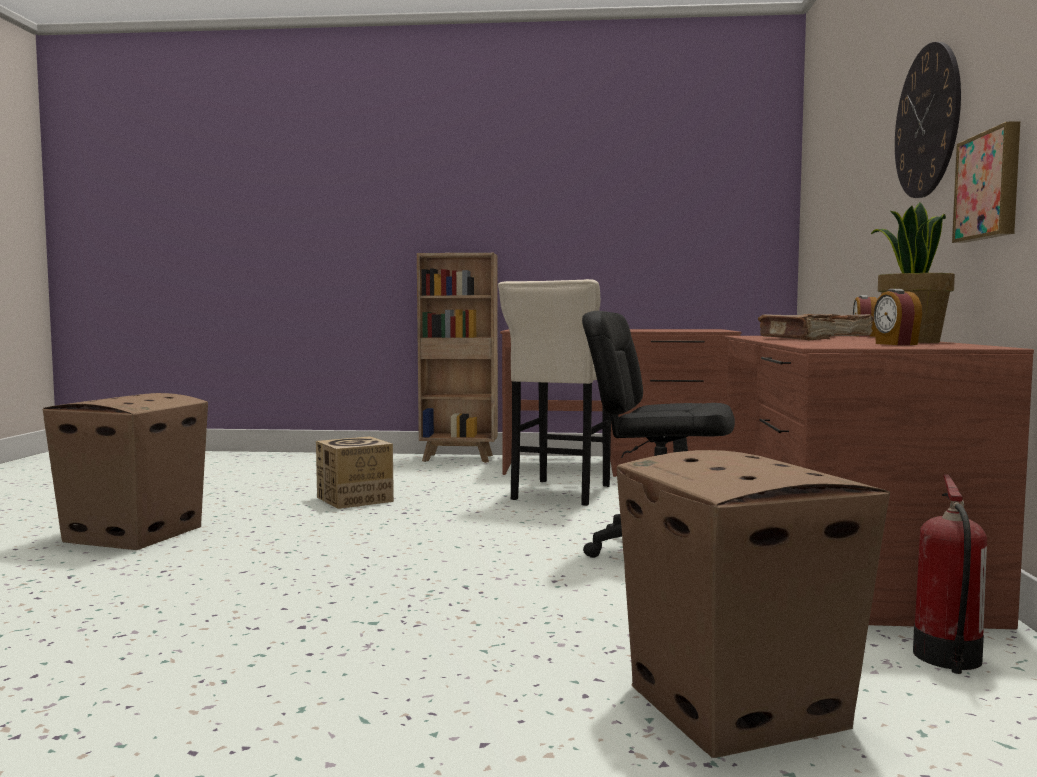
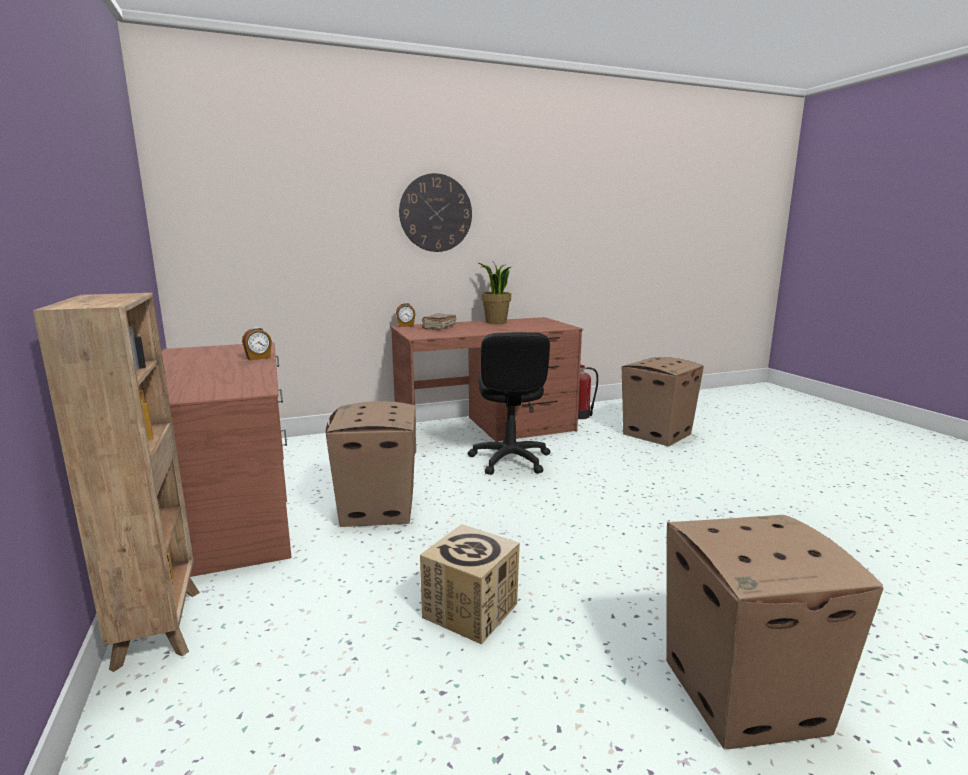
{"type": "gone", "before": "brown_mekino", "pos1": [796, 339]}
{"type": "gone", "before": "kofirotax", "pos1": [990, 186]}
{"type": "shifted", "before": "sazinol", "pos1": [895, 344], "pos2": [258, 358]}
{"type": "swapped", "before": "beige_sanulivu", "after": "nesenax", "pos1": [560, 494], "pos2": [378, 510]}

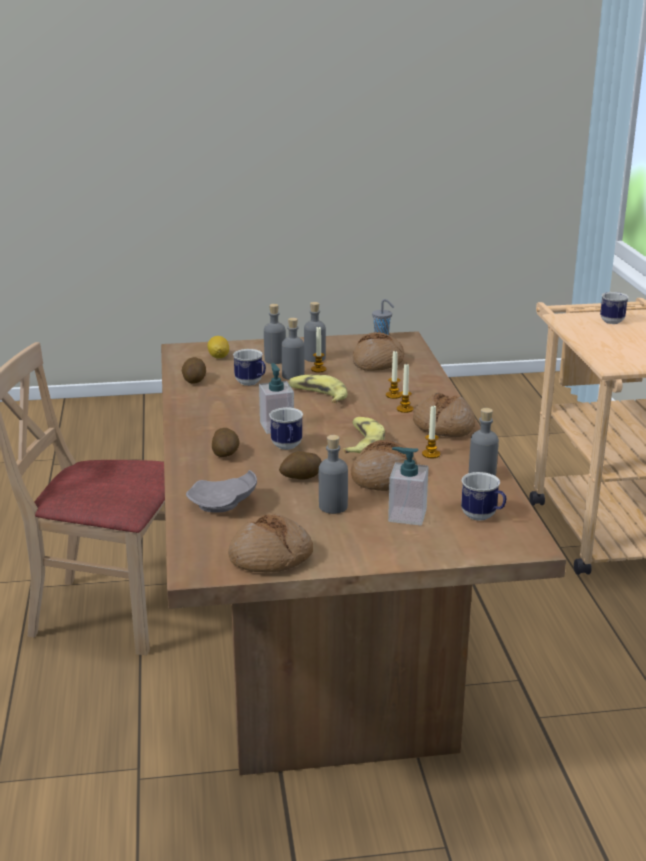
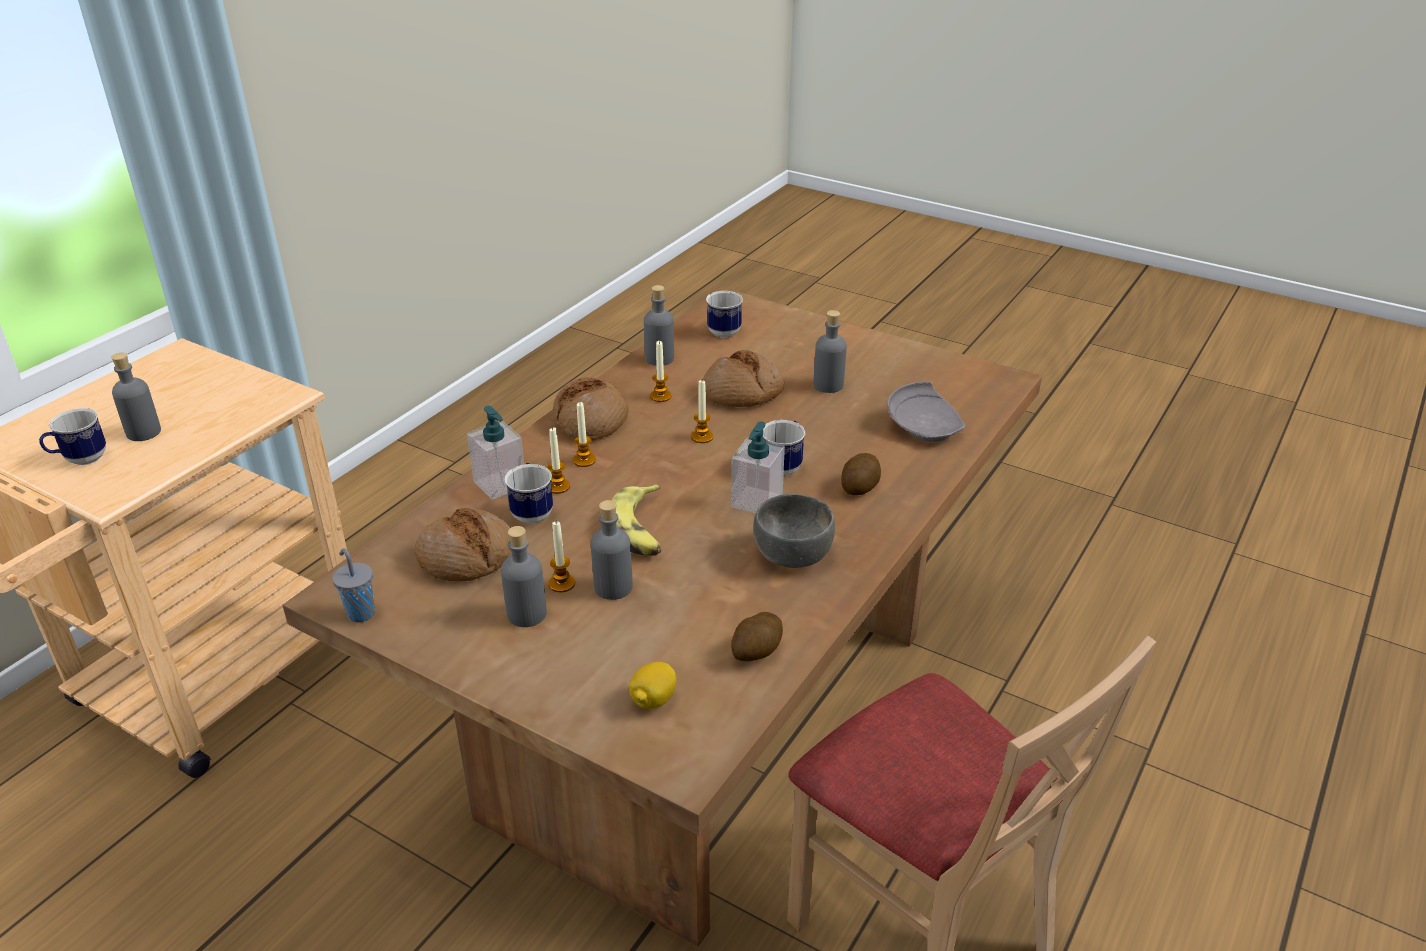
{"type": "gone", "before": "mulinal", "pos1": [271, 557]}
{"type": "gone", "before": "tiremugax", "pos1": [301, 478]}
{"type": "new", "after": "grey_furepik", "pos2": [793, 554]}
{"type": "shifted", "before": "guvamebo", "pos1": [251, 383], "pos2": [532, 511]}
{"type": "shifted", "before": "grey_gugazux", "pos1": [275, 360], "pos2": [144, 432]}
{"type": "shifted", "before": "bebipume", "pos1": [407, 515], "pos2": [500, 484]}
{"type": "swapped", "before": "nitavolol", "after": "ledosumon", "pos1": [362, 443], "pos2": [702, 437]}

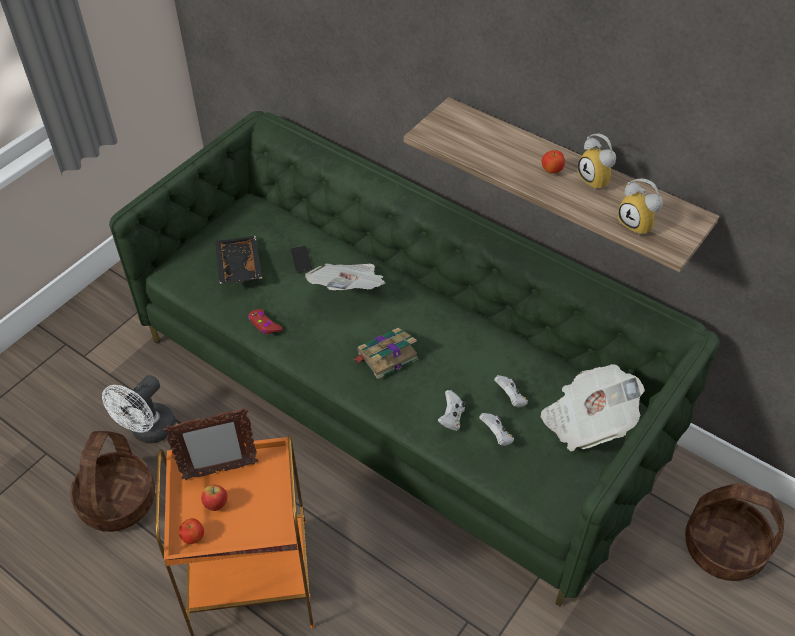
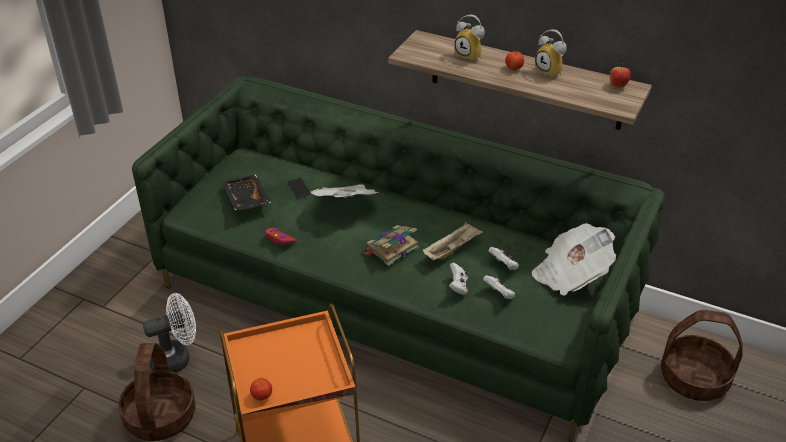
{"type": "gone", "before": "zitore", "pos1": [220, 471]}
{"type": "new", "after": "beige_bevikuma", "pos2": [452, 250]}
{"type": "shifted", "before": "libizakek", "pos1": [216, 505], "pos2": [618, 86]}
{"type": "shifted", "before": "sazinol", "pos1": [639, 224], "pos2": [471, 55]}
{"type": "rotated", "before": "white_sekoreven", "pos1": [148, 431], "pos2": [177, 358], "turn": -135}

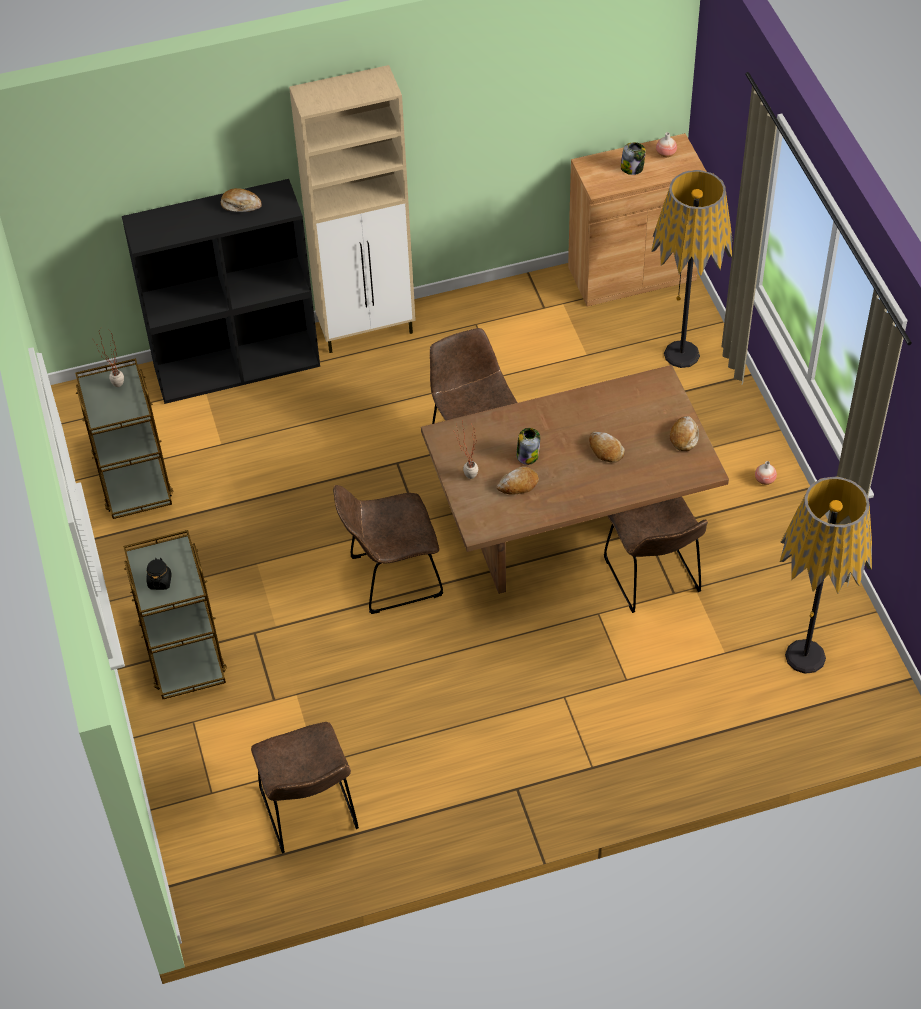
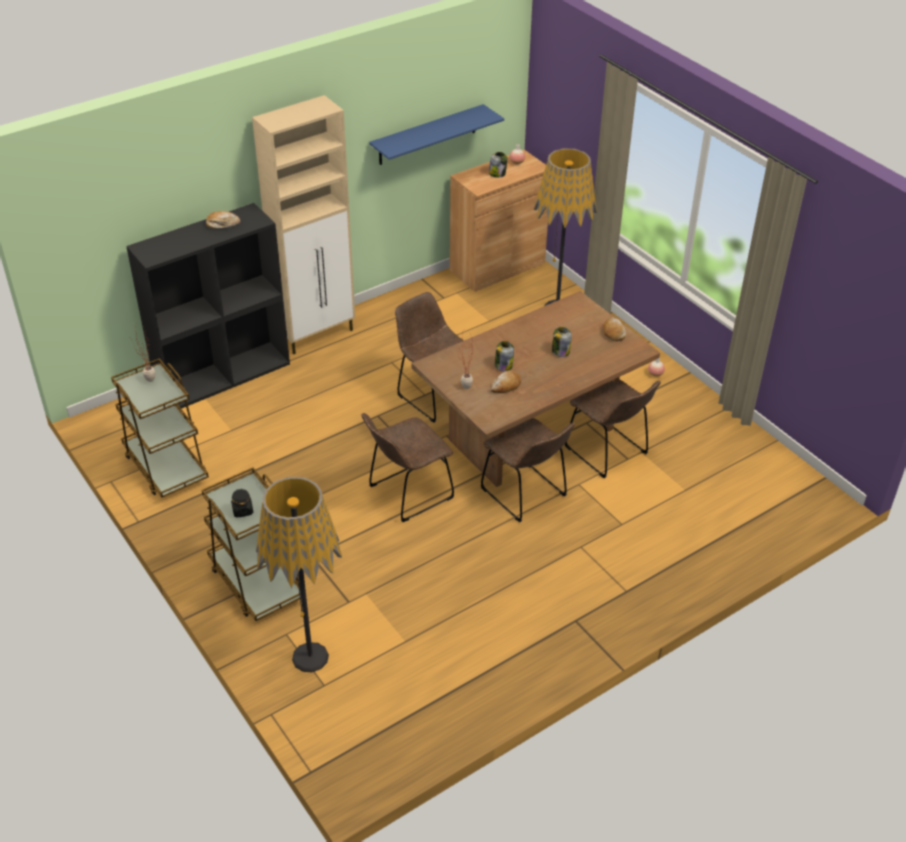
{"type": "new", "after": "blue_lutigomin", "pos2": [427, 135]}
{"type": "shifted", "before": "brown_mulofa", "pos1": [310, 813], "pos2": [526, 495]}
{"type": "shifted", "before": "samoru", "pos1": [805, 656], "pos2": [310, 657]}
{"type": "swapped", "before": "mulinal", "after": "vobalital", "pos1": [605, 450], "pos2": [560, 351]}

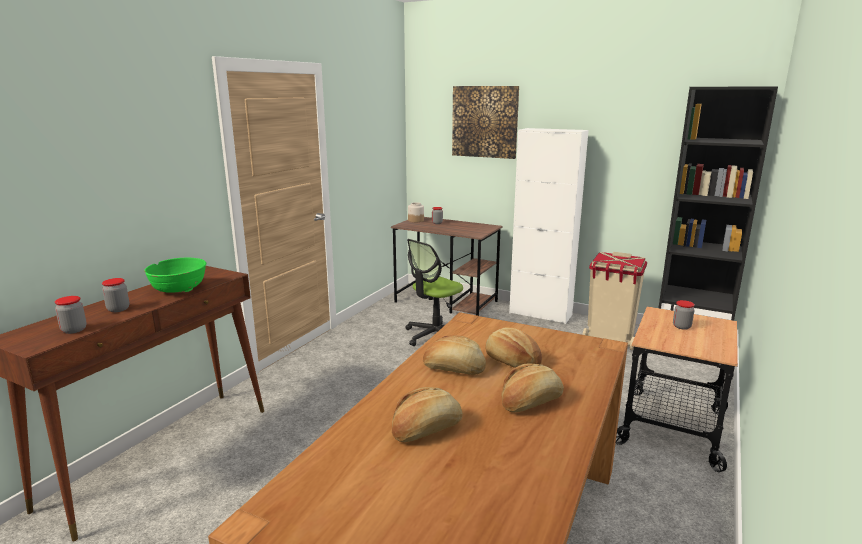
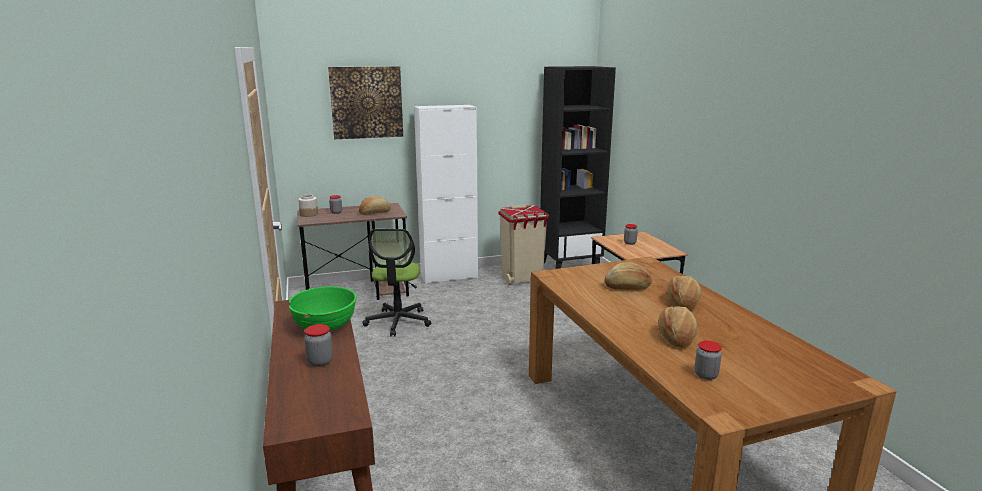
{"type": "shifted", "before": "vobalital", "pos1": [74, 330], "pos2": [706, 375]}
{"type": "shifted", "before": "mulinal", "pos1": [454, 369], "pos2": [375, 213]}

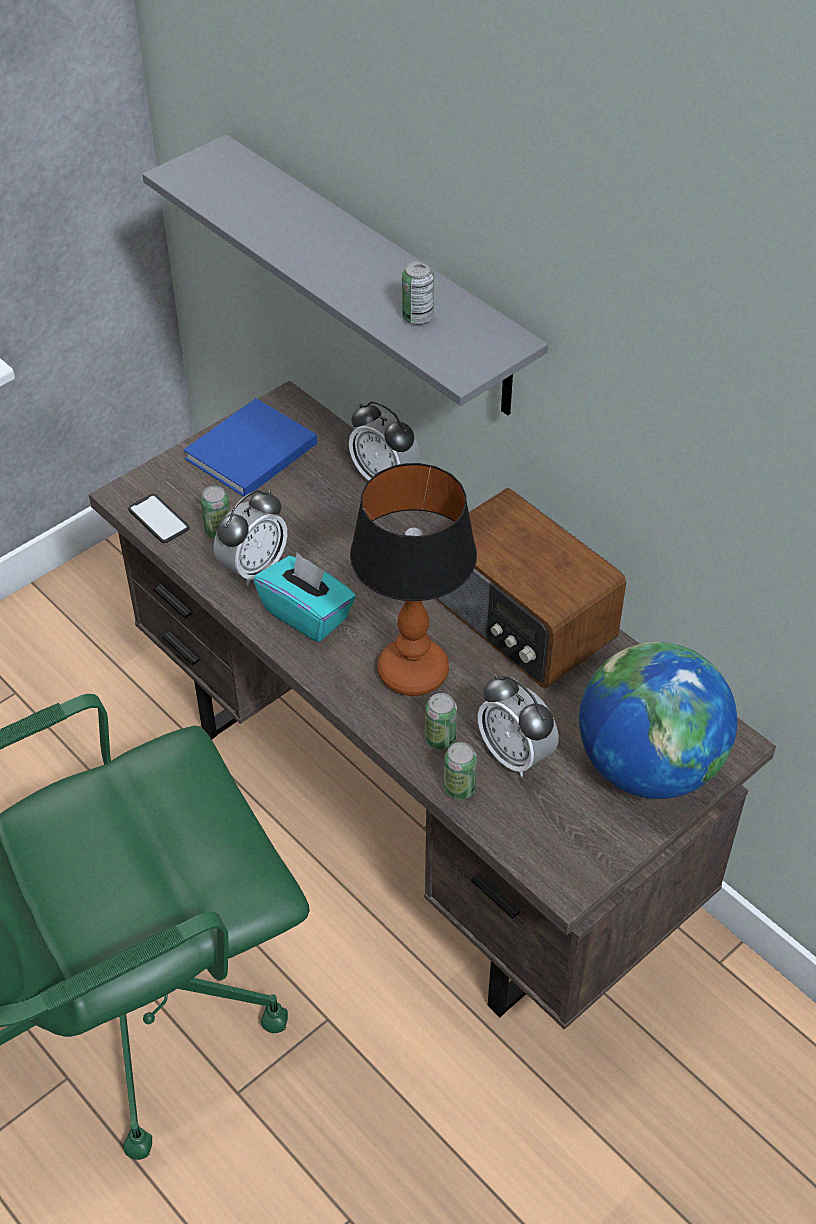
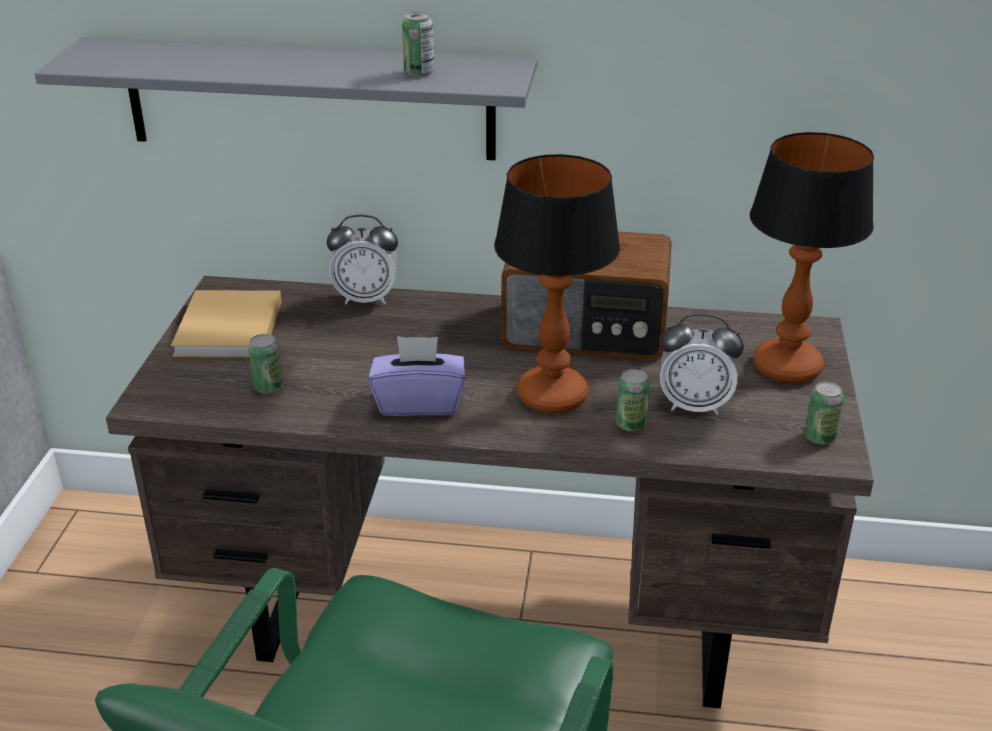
{"type": "gone", "before": "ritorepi", "pos1": [158, 519]}
{"type": "gone", "before": "sazinol", "pos1": [253, 568]}
{"type": "shifted", "before": "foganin", "pos1": [459, 788], "pos2": [819, 437]}
{"type": "swapped", "before": "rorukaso", "after": "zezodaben", "pos1": [648, 766], "pos2": [785, 366]}
{"type": "repainted", "before": "blue_mekino", "after": "beige_mekino", "pos1": [248, 453], "pos2": [228, 330]}
{"type": "repainted", "before": "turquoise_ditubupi", "after": "purple_ditubupi", "pos1": [307, 614], "pos2": [419, 402]}

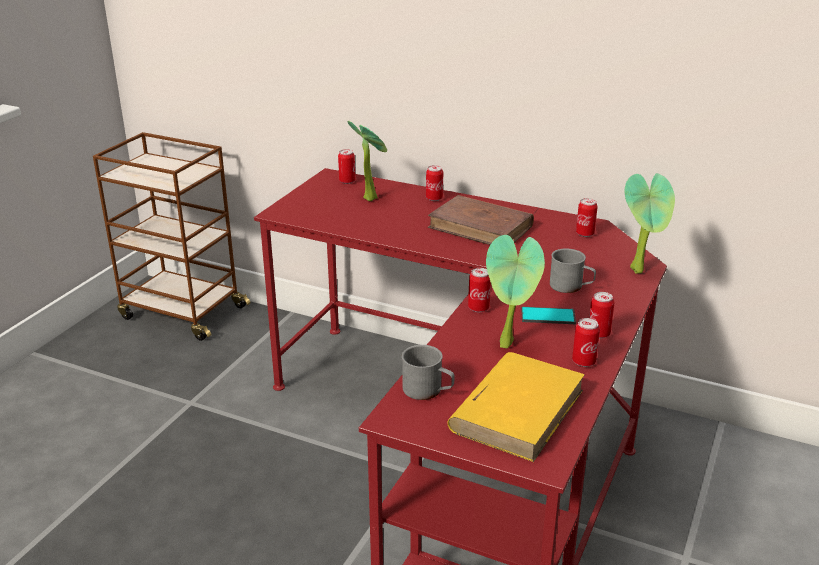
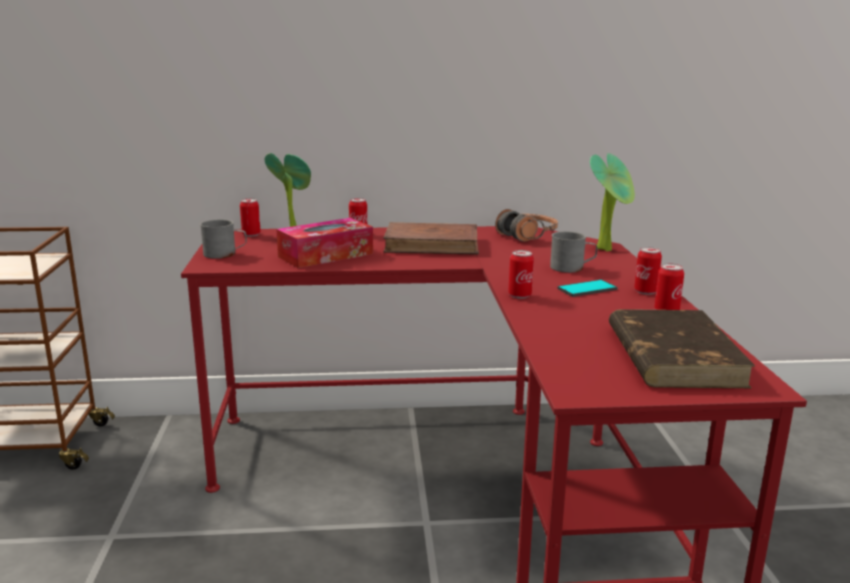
{"type": "gone", "before": "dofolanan", "pos1": [509, 345]}
{"type": "new", "after": "ditubupi", "pos2": [326, 255]}
{"type": "shifted", "before": "grey_guvamebo", "pos1": [428, 390], "pos2": [225, 254]}
{"type": "swapped", "before": "foganin", "after": "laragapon", "pos1": [585, 234], "pos2": [527, 235]}
{"type": "repainted", "before": "yellow_mekino", "after": "brown_mekino", "pos1": [518, 409], "pos2": [673, 355]}

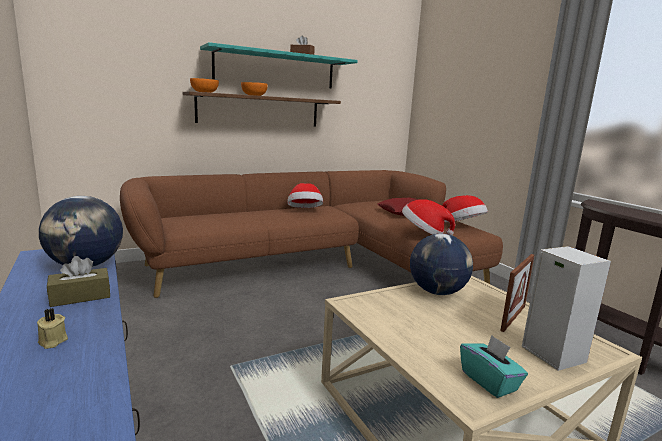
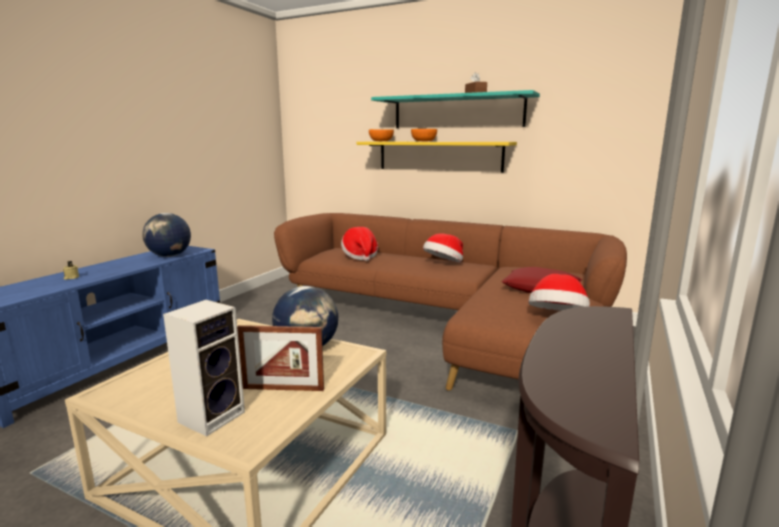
{"type": "gone", "before": "brown_ditubupi", "pos1": [80, 296]}
{"type": "gone", "before": "turquoise_ditubupi", "pos1": [489, 381]}
{"type": "shifted", "before": "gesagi", "pos1": [424, 233], "pos2": [360, 256]}
{"type": "repainted", "before": "brown_lutigomin", "after": "yellow_lutigomin", "pos1": [259, 110], "pos2": [439, 156]}

